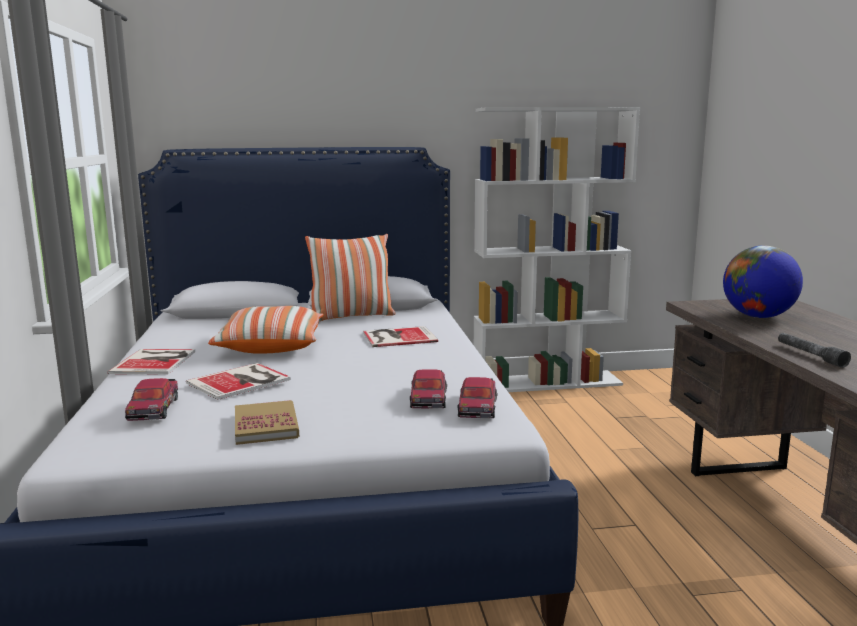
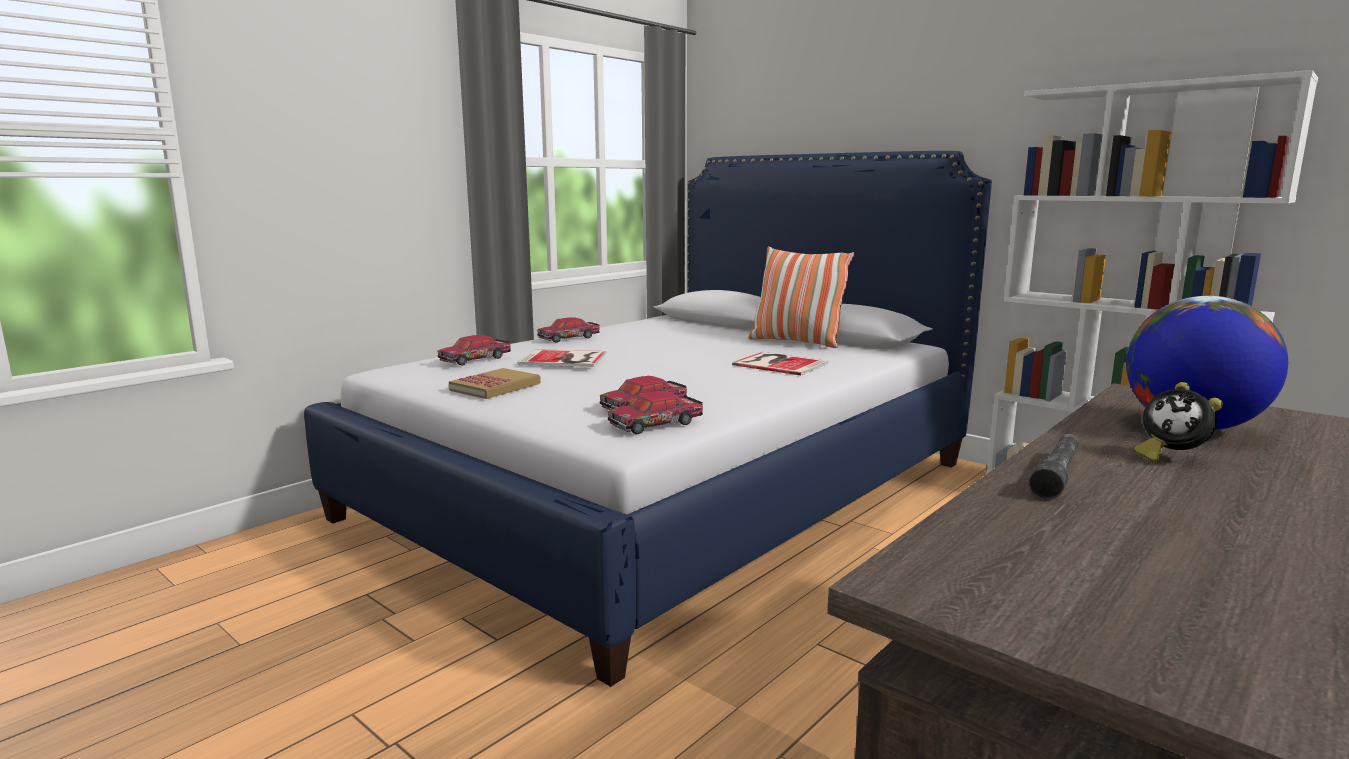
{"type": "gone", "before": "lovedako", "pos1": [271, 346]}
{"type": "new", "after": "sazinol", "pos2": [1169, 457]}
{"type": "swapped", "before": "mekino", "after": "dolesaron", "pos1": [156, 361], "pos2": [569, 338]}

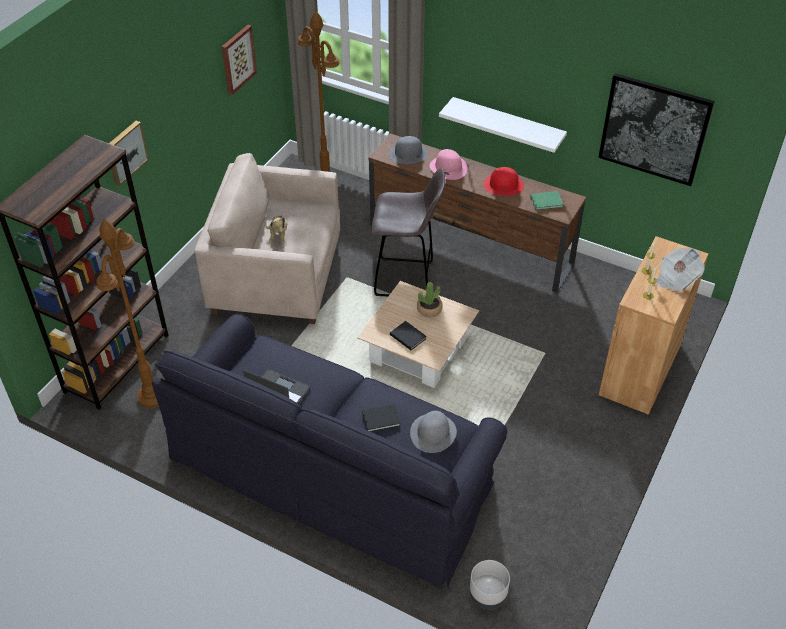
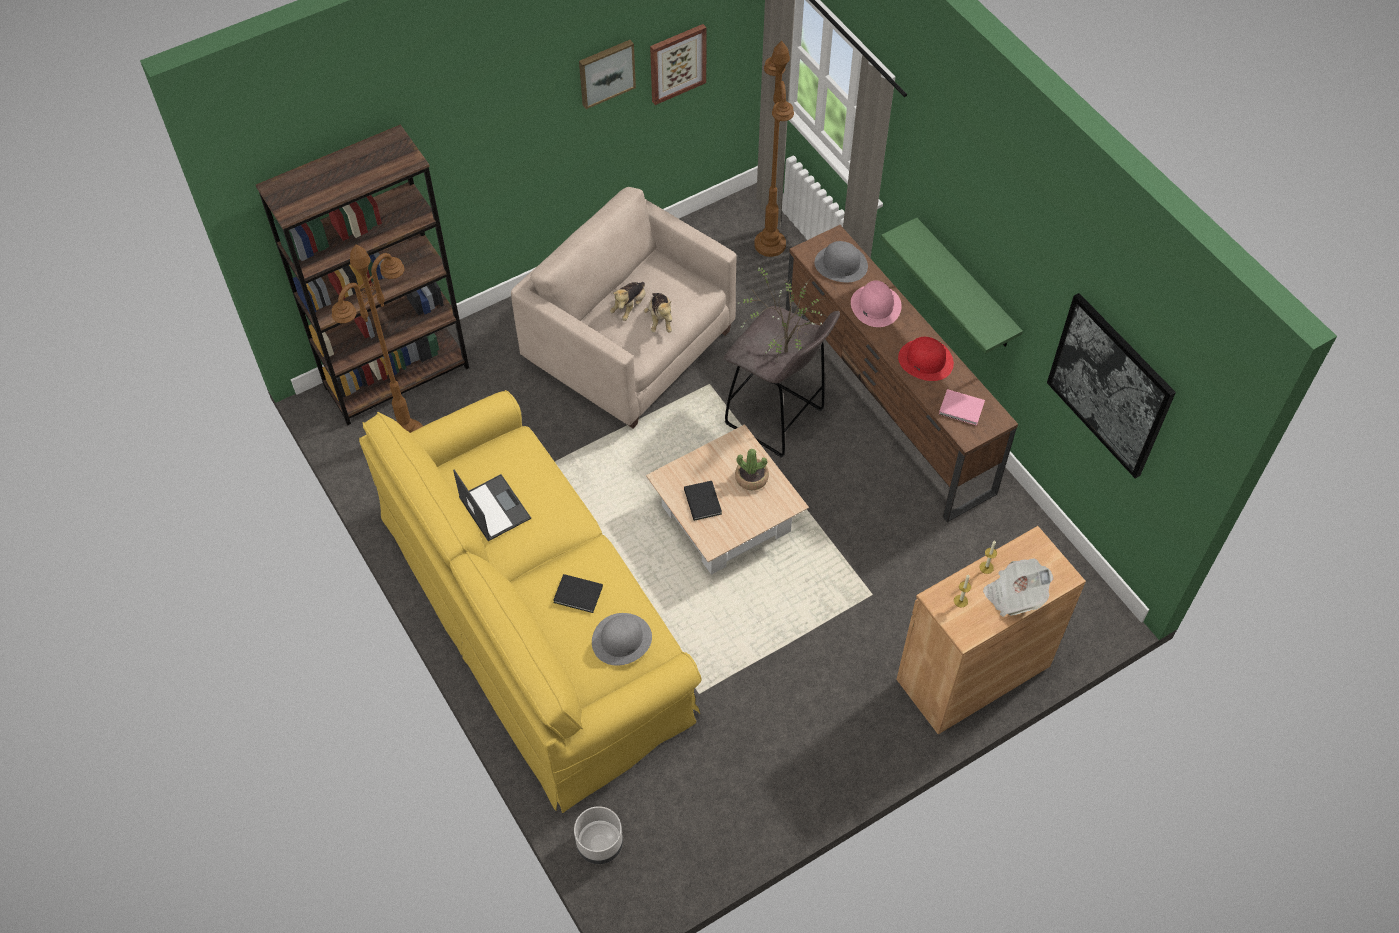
{"type": "new", "after": "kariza", "pos2": [660, 319]}
{"type": "new", "after": "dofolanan", "pos2": [782, 351]}
{"type": "shifted", "before": "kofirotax", "pos1": [125, 152], "pos2": [606, 72]}
{"type": "repainted", "before": "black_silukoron", "after": "yellow_silukoron", "pos1": [334, 470], "pos2": [537, 618]}
{"type": "repainted", "before": "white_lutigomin", "after": "green_lutigomin", "pos1": [507, 125], "pos2": [965, 285]}
{"type": "repainted", "before": "green_mekino", "after": "pink_mekino", "pos1": [547, 202], "pos2": [962, 409]}

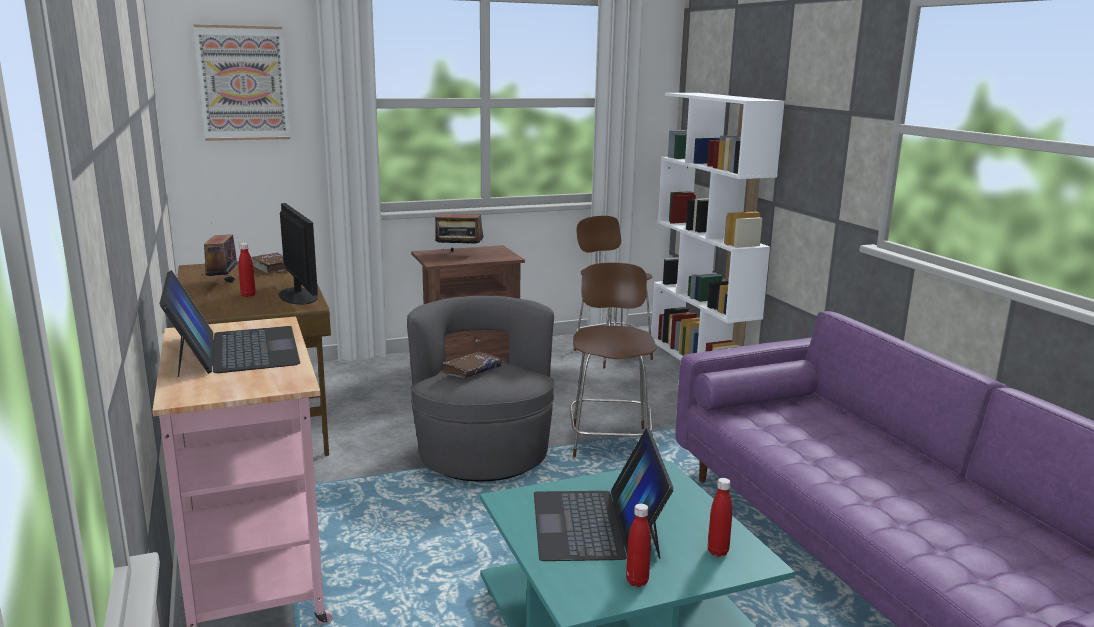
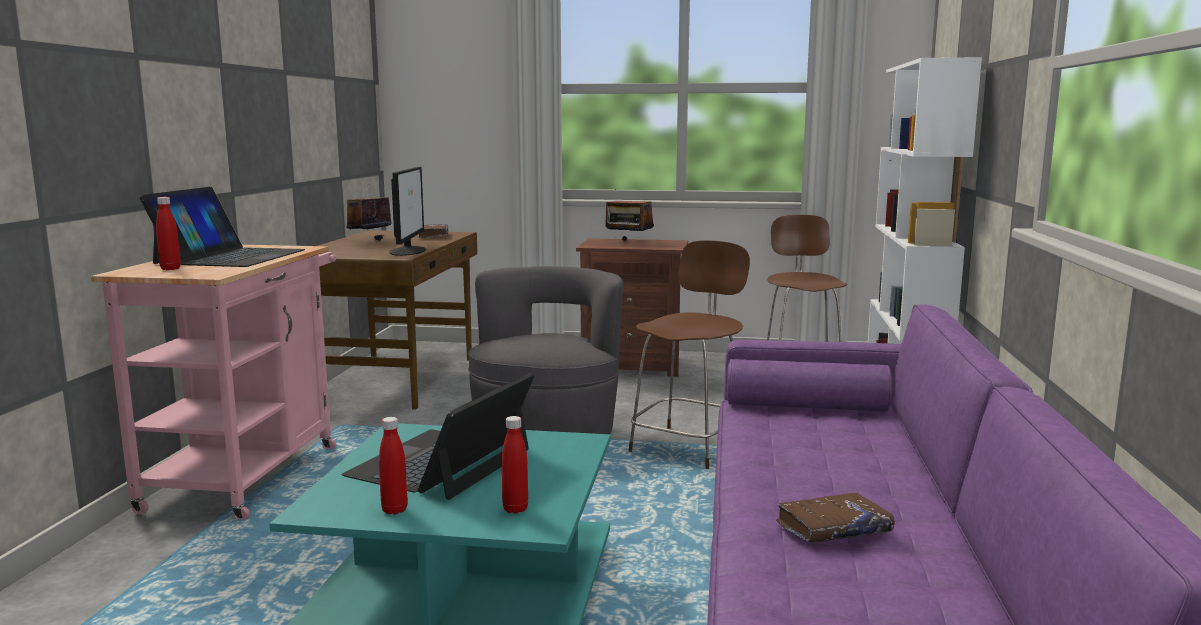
{"type": "gone", "before": "kofirotax", "pos1": [243, 83]}
{"type": "shifted", "before": "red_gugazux", "pos1": [248, 295], "pos2": [170, 269]}
{"type": "shifted", "before": "brown_mekino", "pos1": [472, 371], "pos2": [833, 529]}

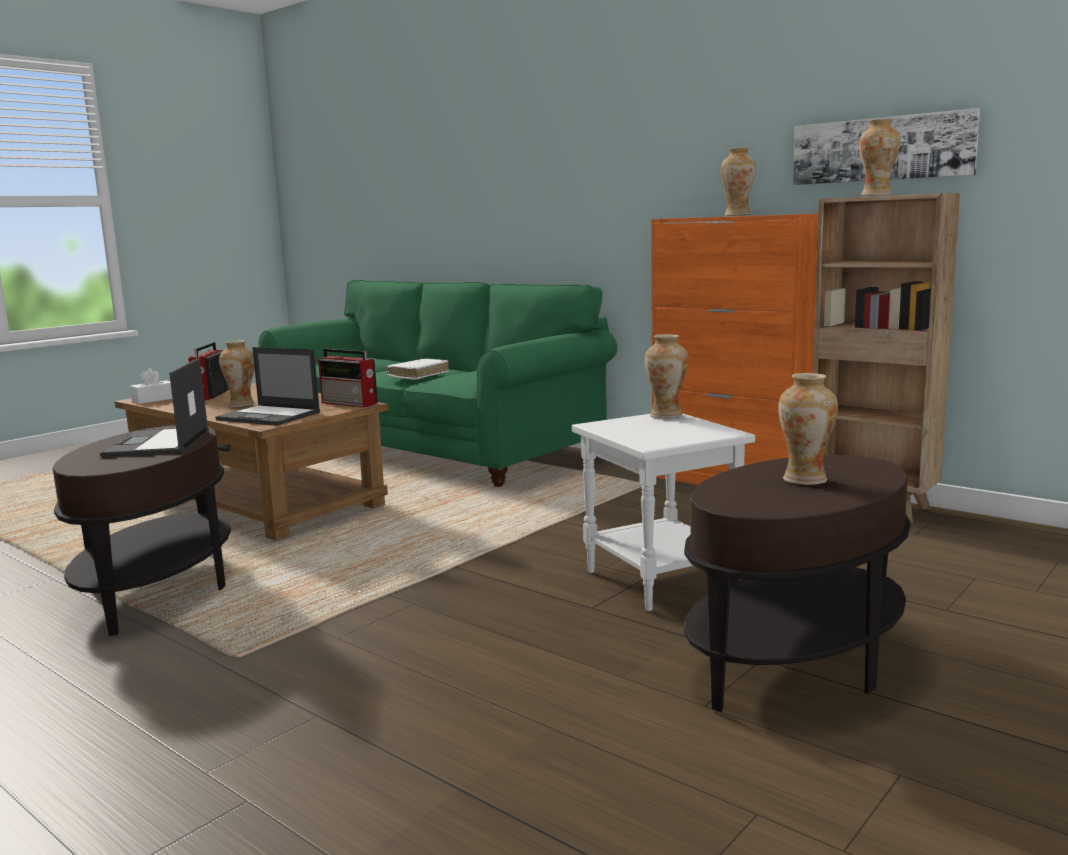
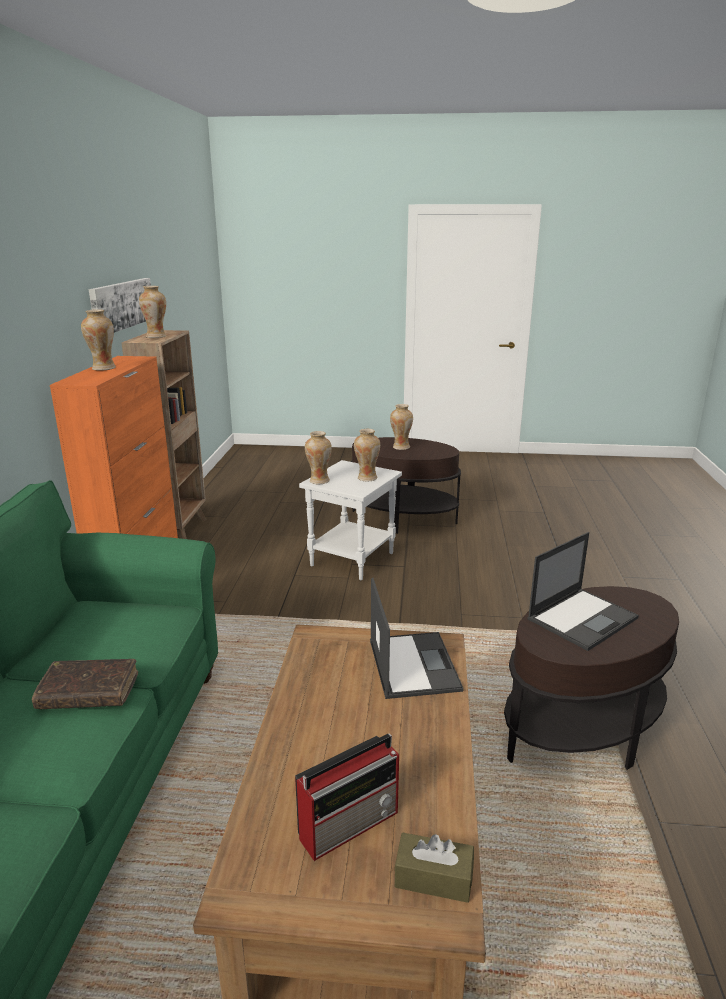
{"type": "gone", "before": "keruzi", "pos1": [350, 403]}
{"type": "shifted", "before": "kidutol", "pos1": [241, 405], "pos2": [367, 478]}
{"type": "repainted", "before": "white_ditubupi", "after": "brown_ditubupi", "pos1": [154, 400], "pos2": [433, 878]}
{"type": "repainted", "before": "white_mekino", "after": "brown_mekino", "pos1": [418, 375], "pos2": [88, 692]}

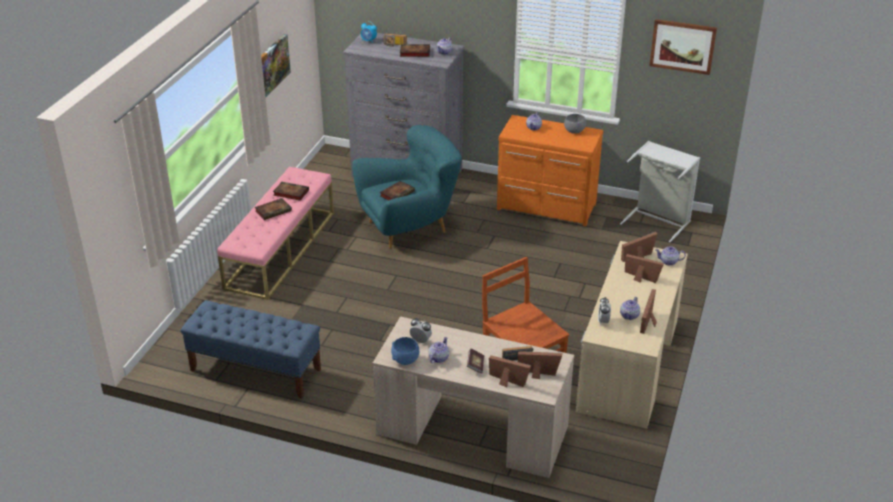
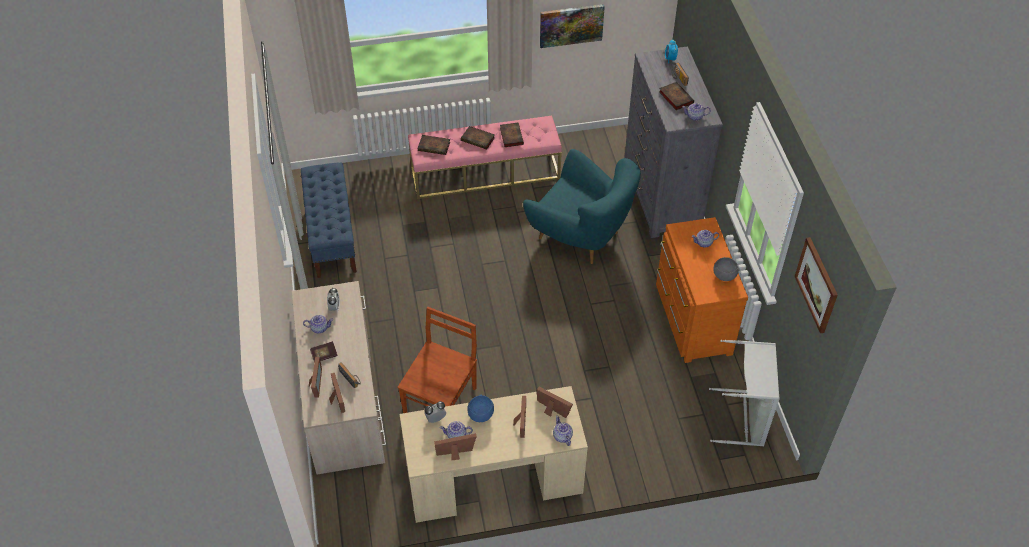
{"type": "shifted", "before": "mekino", "pos1": [397, 193], "pos2": [435, 146]}
{"type": "shifted", "before": "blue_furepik", "pos1": [405, 360], "pos2": [481, 415]}

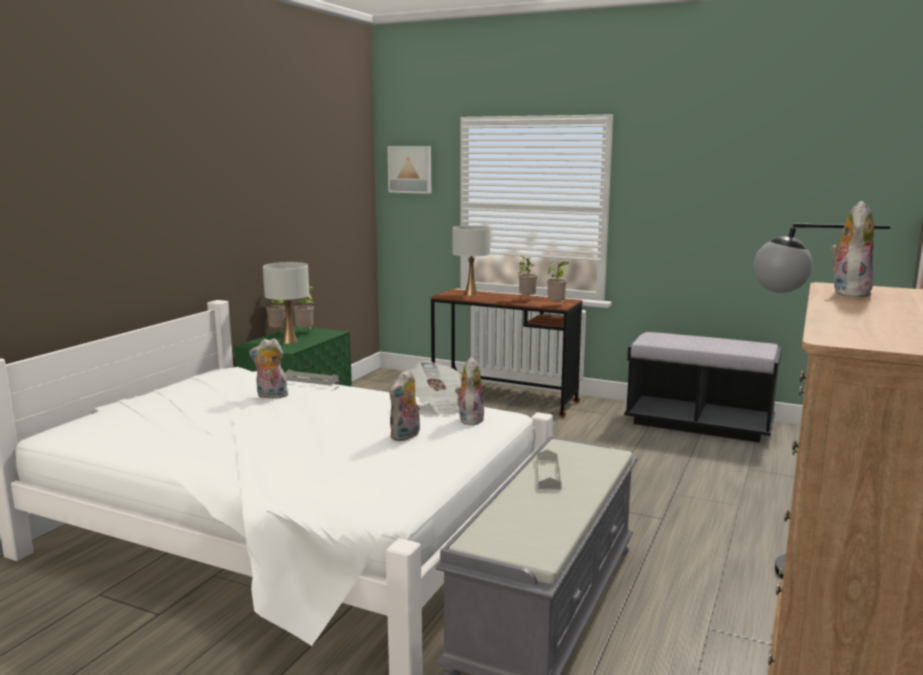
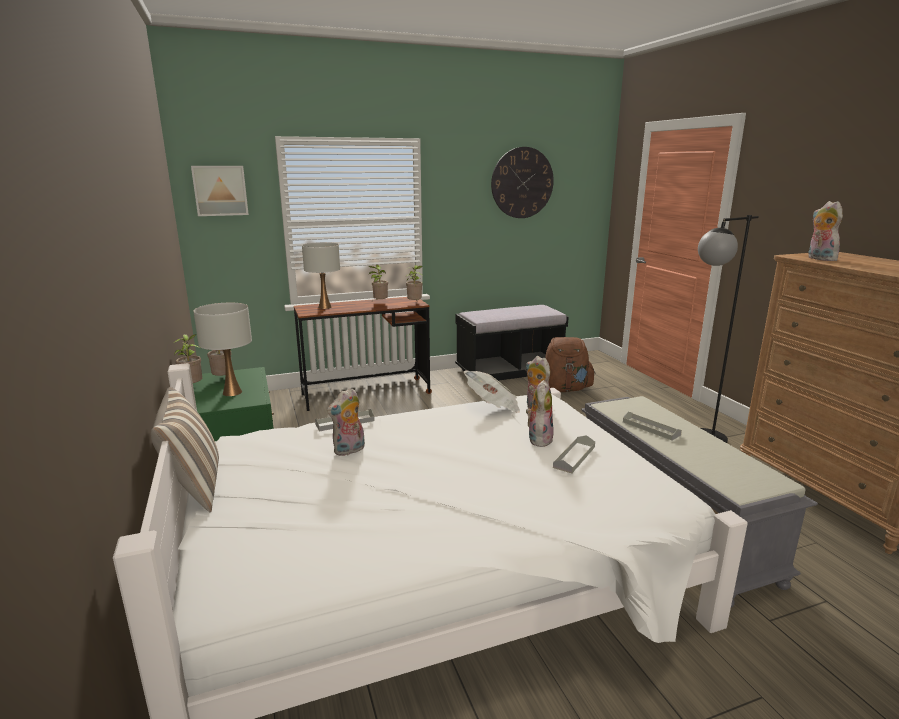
{"type": "new", "after": "lovedako", "pos2": [194, 489]}
{"type": "new", "after": "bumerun", "pos2": [522, 183]}
{"type": "new", "after": "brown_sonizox", "pos2": [564, 389]}
{"type": "new", "after": "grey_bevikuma", "pos2": [574, 457]}
{"type": "rotated", "before": "kariza", "pos1": [406, 436], "pos2": [538, 439], "turn": -150}

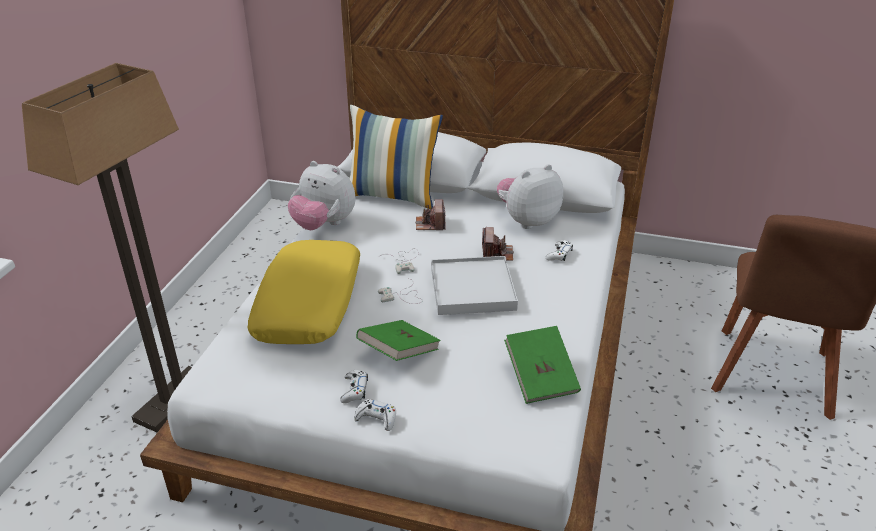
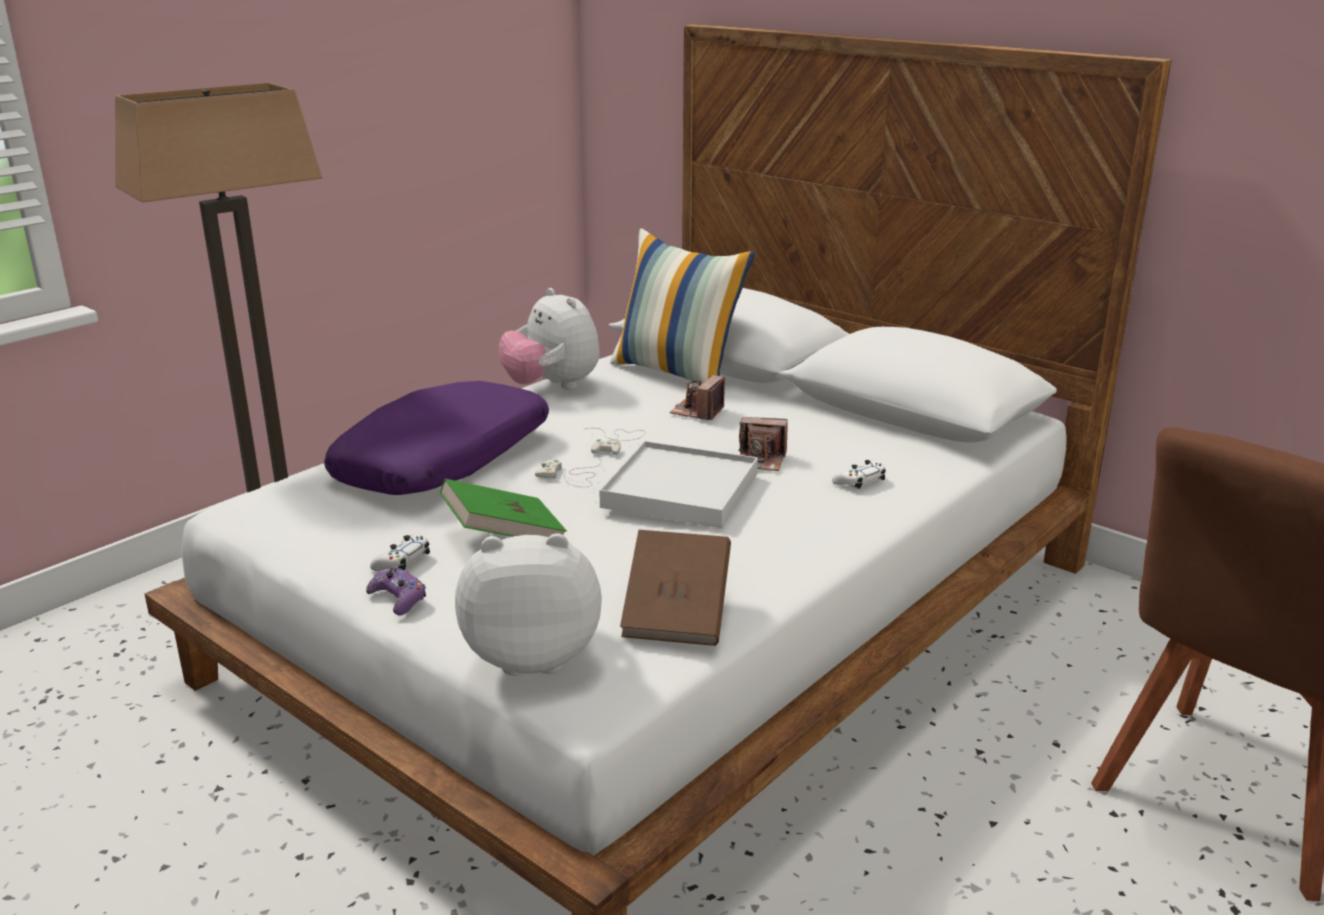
{"type": "shifted", "before": "kariza", "pos1": [527, 220], "pos2": [532, 656]}
{"type": "repainted", "before": "yellow_lovedako", "after": "purple_lovedako", "pos1": [310, 304], "pos2": [444, 461]}
{"type": "repainted", "before": "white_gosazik", "after": "purple_gosazik", "pos1": [376, 418], "pos2": [398, 598]}
{"type": "repainted", "before": "green_mekino", "after": "brown_mekino", "pos1": [541, 378], "pos2": [677, 614]}
{"type": "rotated", "before": "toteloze", "pos1": [497, 253], "pos2": [761, 460], "turn": 75}

